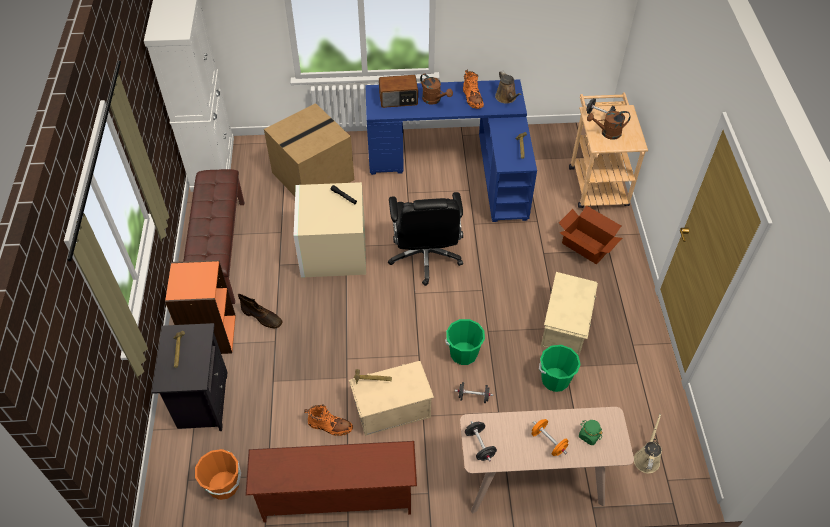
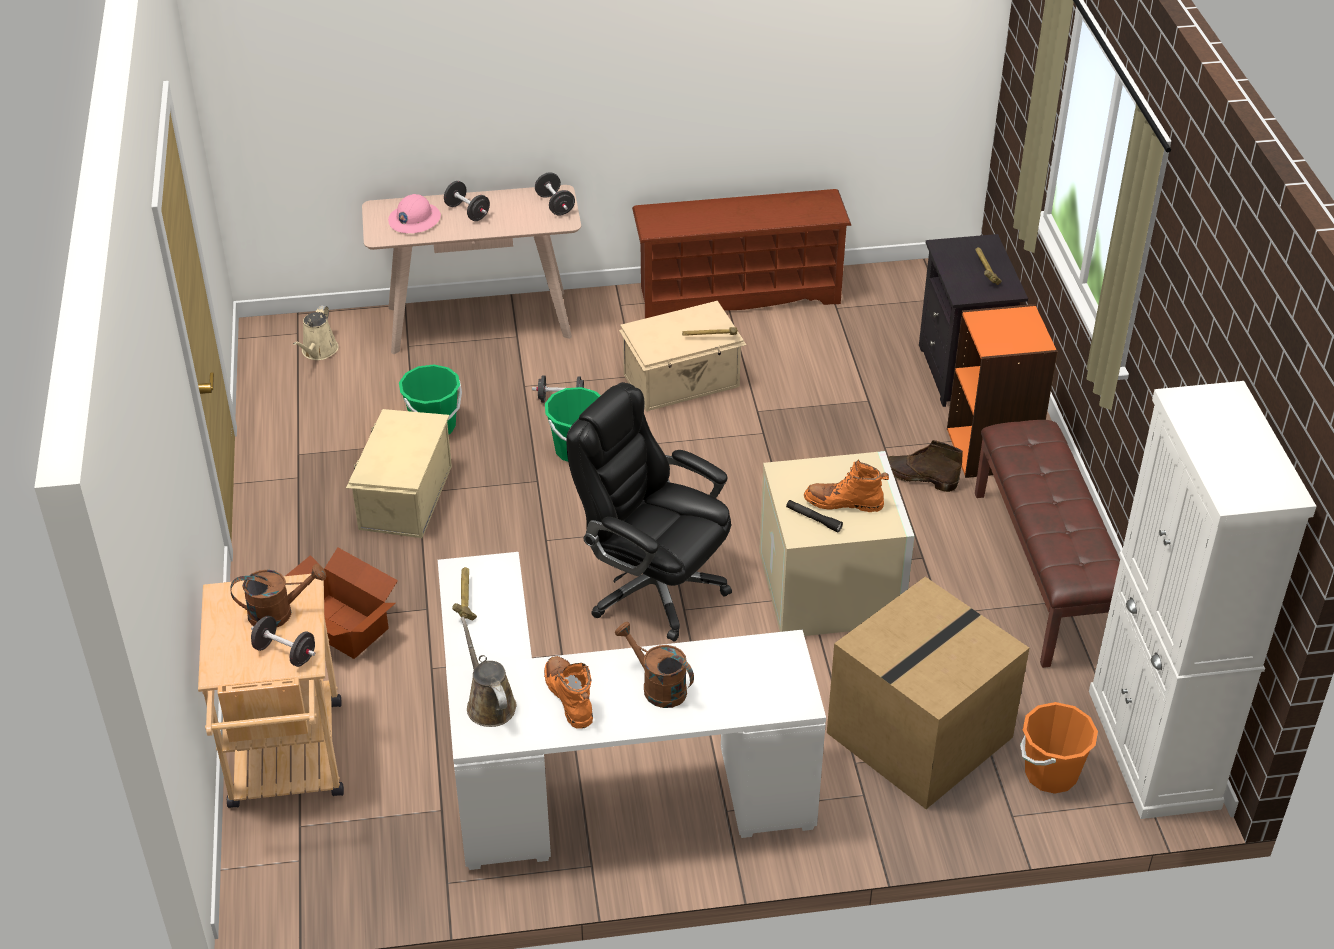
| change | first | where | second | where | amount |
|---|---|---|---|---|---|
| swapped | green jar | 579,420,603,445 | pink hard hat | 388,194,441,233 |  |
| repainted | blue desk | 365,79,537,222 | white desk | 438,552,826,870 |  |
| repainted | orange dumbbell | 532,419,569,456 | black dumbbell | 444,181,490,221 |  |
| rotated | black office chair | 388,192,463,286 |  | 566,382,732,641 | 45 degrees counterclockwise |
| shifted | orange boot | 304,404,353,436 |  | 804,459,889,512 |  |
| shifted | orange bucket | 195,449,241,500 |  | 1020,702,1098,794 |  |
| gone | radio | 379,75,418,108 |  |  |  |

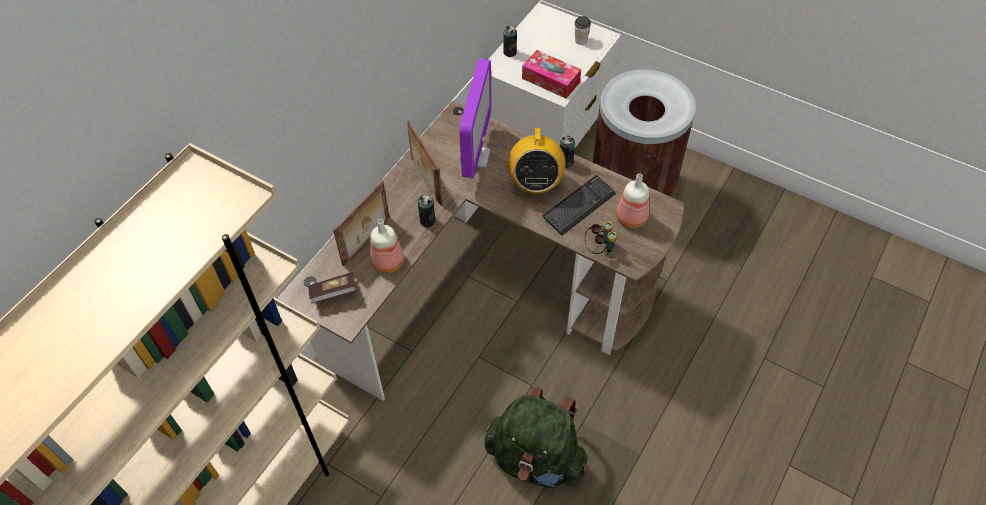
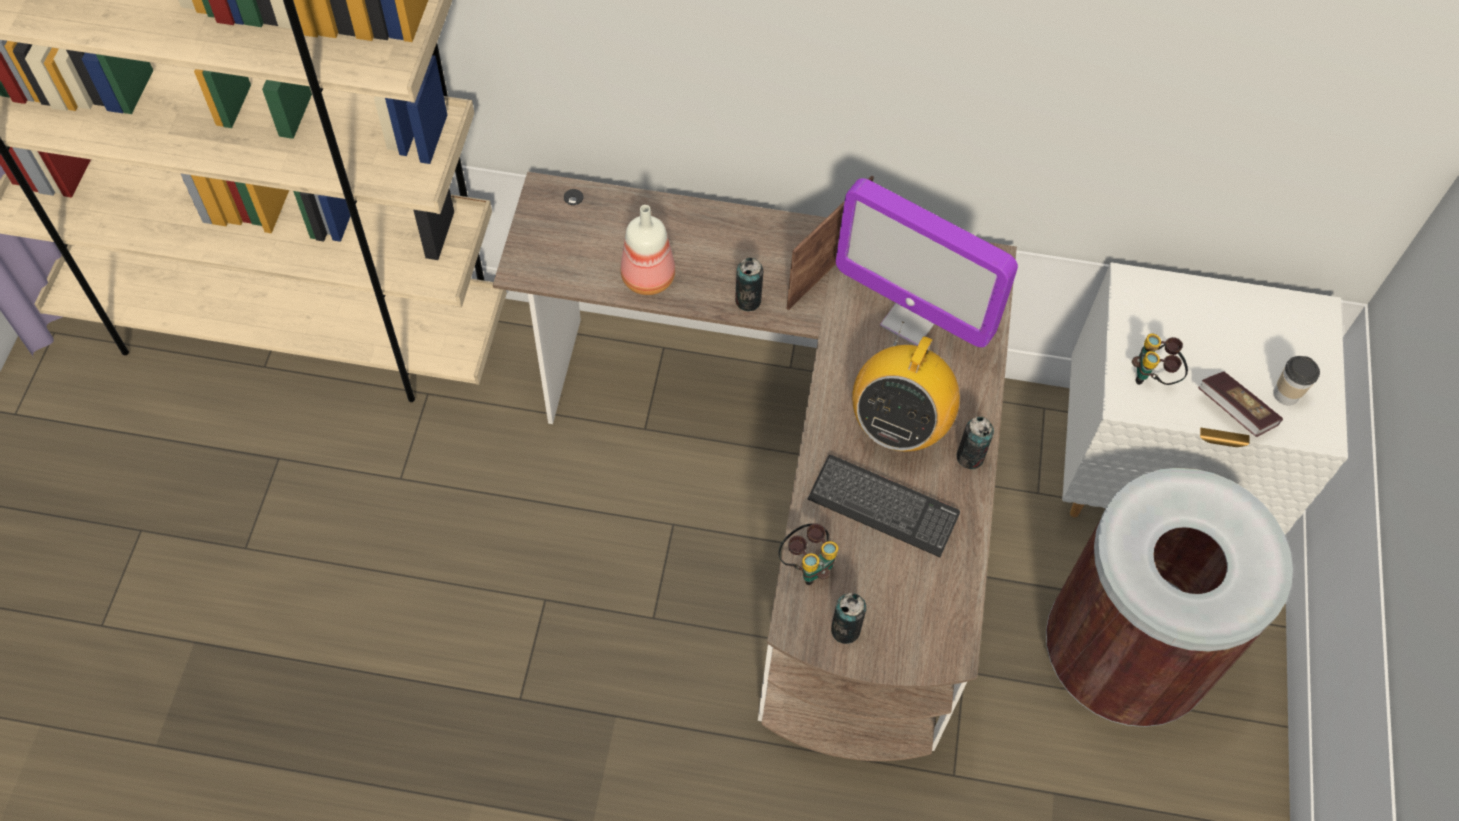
| change | first | where | second | where | amount |
|---|---|---|---|---|---|
| shifted | can | 503,25,517,57 |  | 831,593,866,644 |  |
| rotated | monitor | 459,59,492,178 |  | 836,178,1018,347 | 45 degrees clockwise |
| rotated | radio | 508,126,566,195 |  | 852,322,960,451 | 45 degrees counterclockwise |
| swapped | tissue box | 522,50,581,98 | binoculars | 1132,333,1188,385 |  |
| shifted | book | 308,272,357,303 |  | 1198,372,1283,437 |  |
| gone | picture frame | 333,181,390,267 |  |  |  |
| gone | green backpack | 485,387,589,488 |  |  |  |
| gone | bottle | 616,173,649,228 |  |  |  |

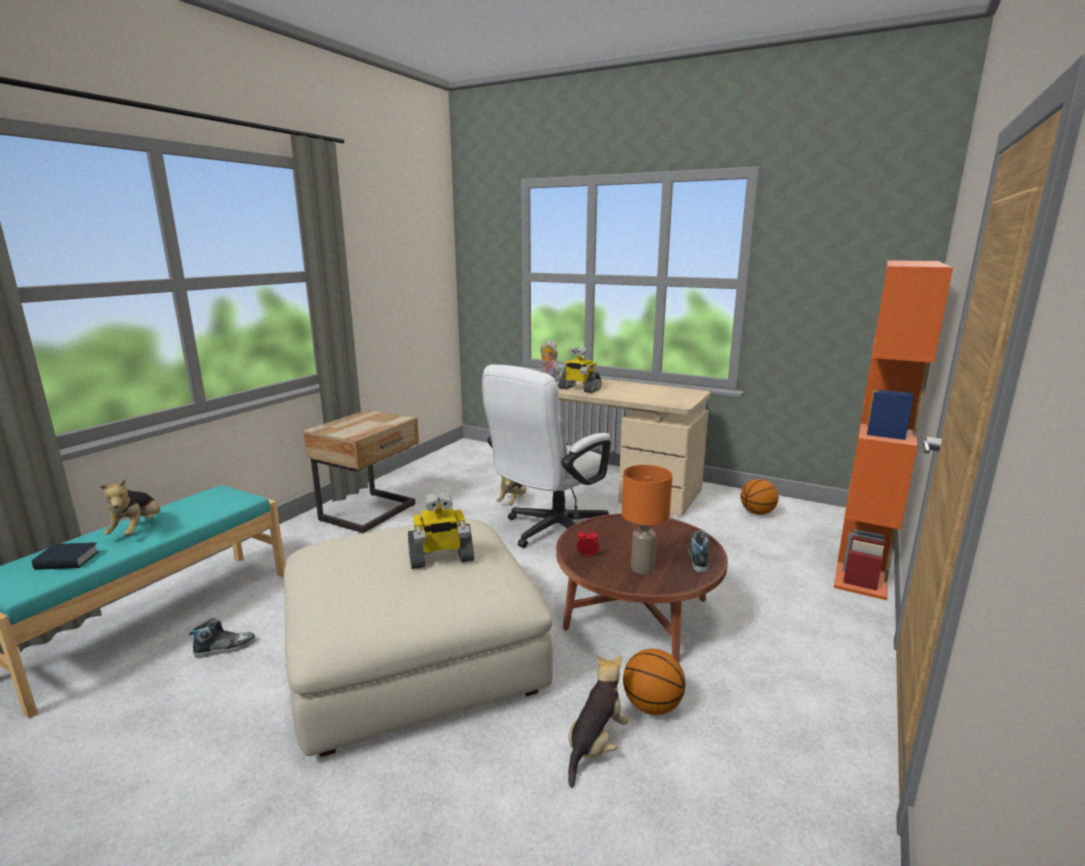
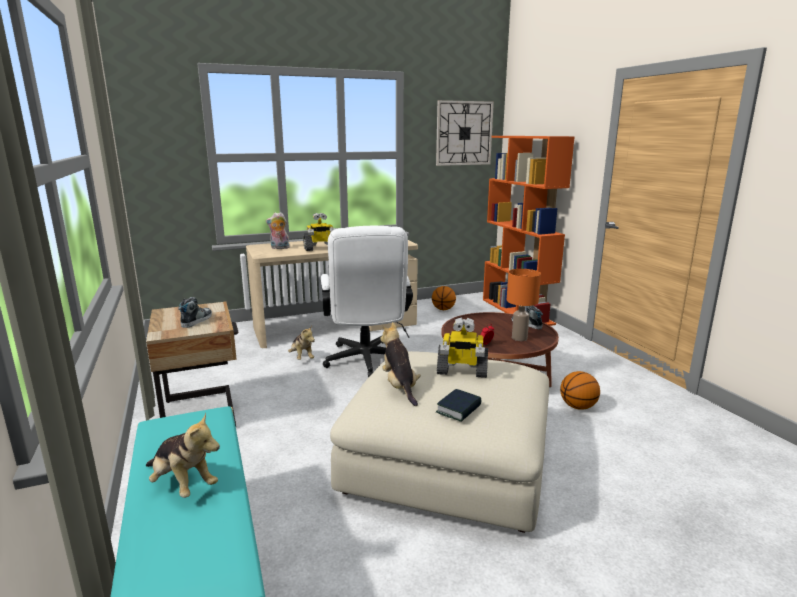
| change | first | where | second | where | amount |
|---|---|---|---|---|---|
| shifted | shoe | 189,618,255,658 |  | 178,297,212,328 |  |
| shifted | plush toy | 568,655,628,788 |  | 380,322,421,406 |  |
| new |  |  | wall clock | 436,100,494,166 |  |
| shifted | book | 32,543,99,570 |  | 436,389,481,422 |  |
| rotated | toy robot | 408,492,474,569 |  | 437,317,488,378 | 75 degrees clockwise |

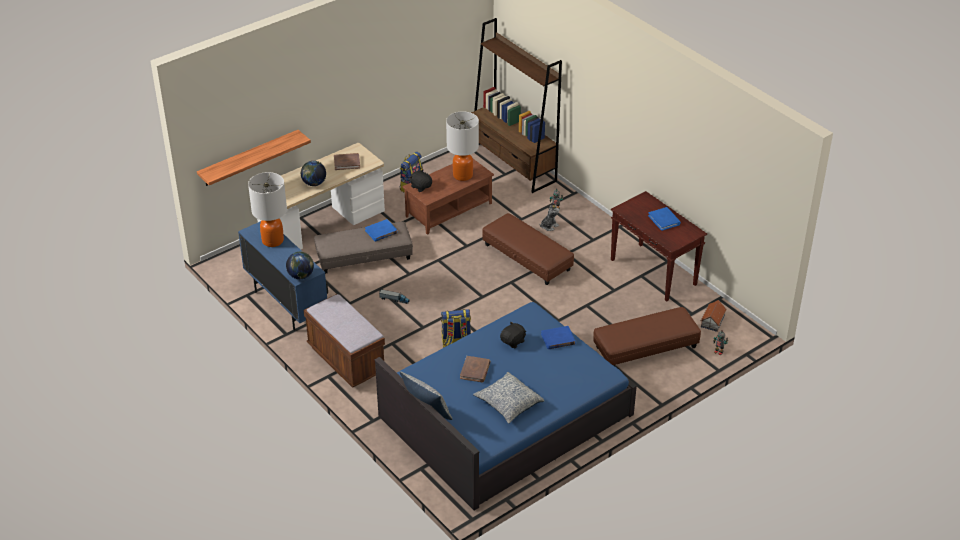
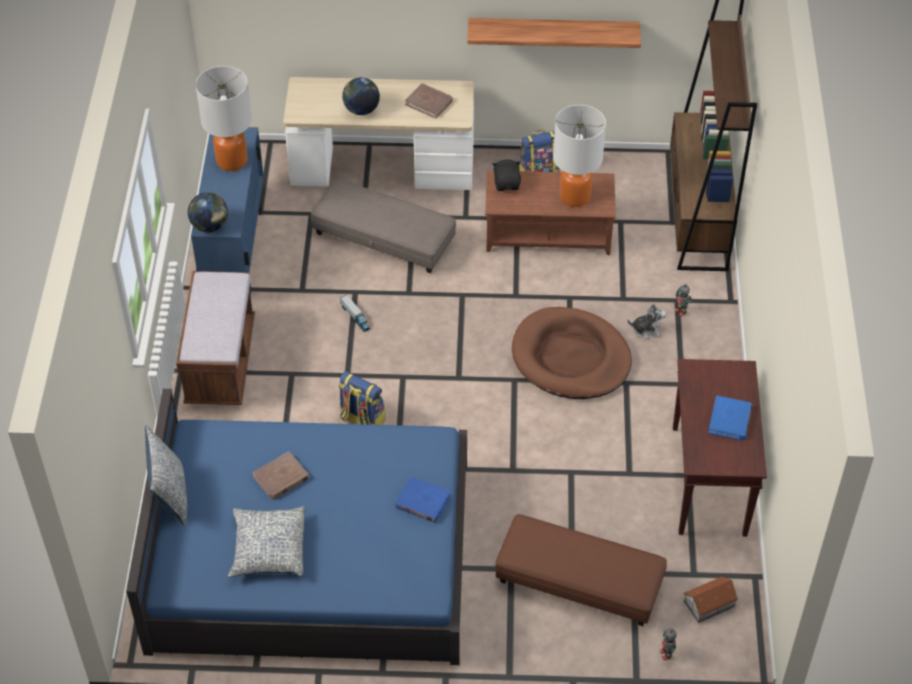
| change | first | where | second | where | amount |
|---|---|---|---|---|---|
| shifted | shelf | 197,130,311,186 |  | 467,18,641,48 |  |
| swapped | brown ottoman | 482,213,574,285 | brown dog bed | 512,307,632,399 |  |
| gone | blue book | 365,219,398,241 |  |  |  |
| gone | black plush toy | 500,321,526,348 |  |  |  |

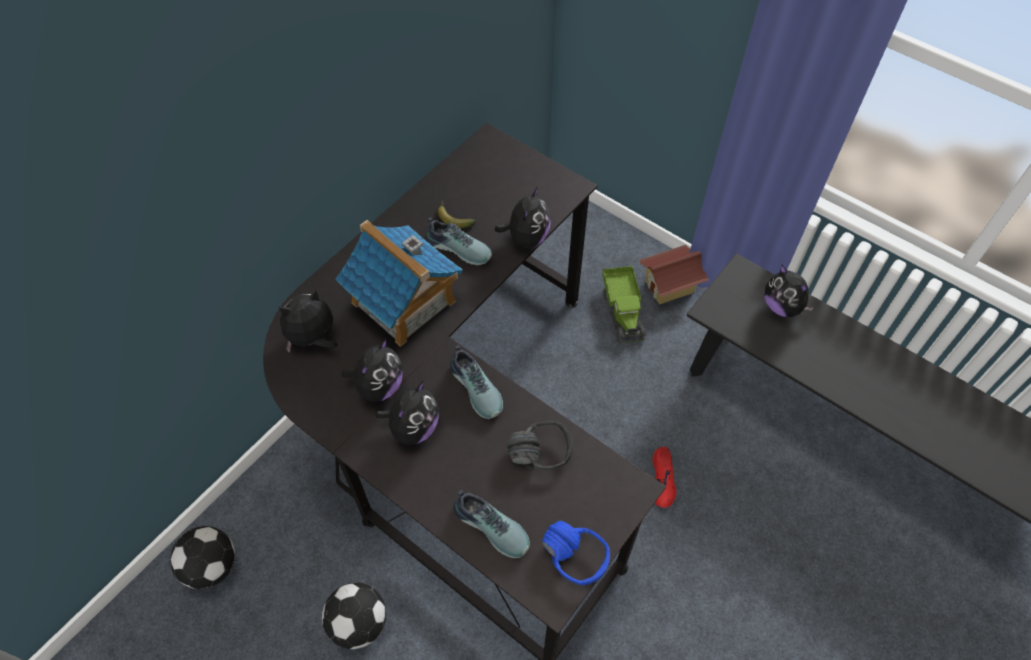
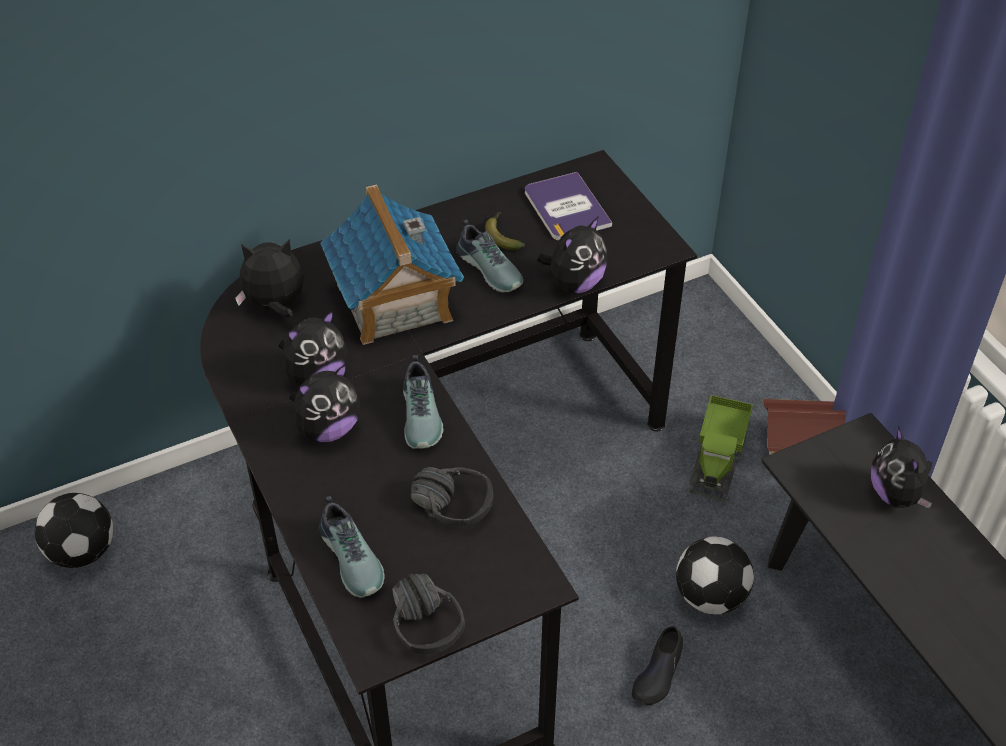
| change | first | where | second | where | amount |
|---|---|---|---|---|---|
| repainted | blue headphones | 542,520,610,585 | black headphones | 392,574,465,654 |  |
| new |  |  | book | 525,172,612,240 |  |
| repainted | red shoe | 652,446,677,508 | black shoe | 632,626,683,705 |  |
| shifted | football | 322,582,386,649 |  | 676,536,754,615 |  |

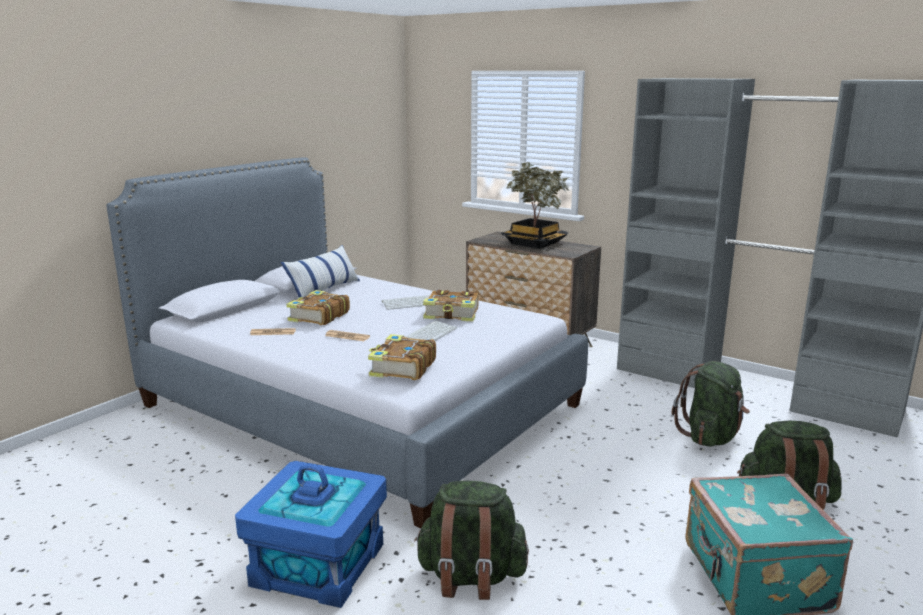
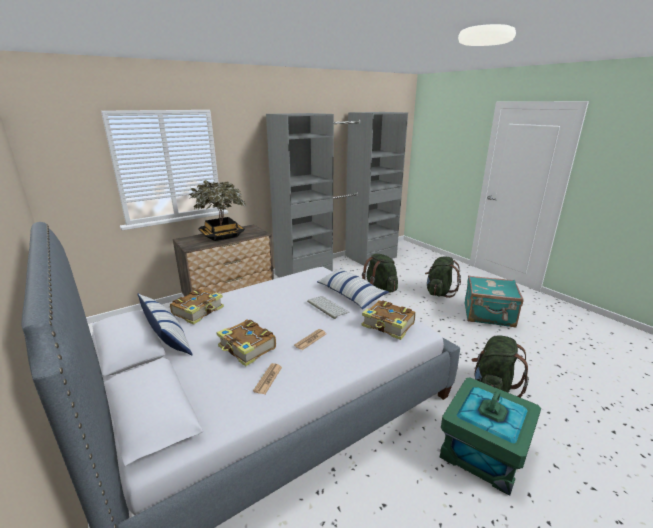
| change | first | where | second | where | amount |
|---|---|---|---|---|---|
| shifted | book | 423,290,478,321 |  | 170,288,224,325 |  |
| new |  |  | pillow | 317,268,389,309 |  |
| repainted | blue storage box | 235,461,387,608 | green storage box | 440,378,541,496 |  |
| gone | keyboard | 382,295,430,310 |  |  |  |

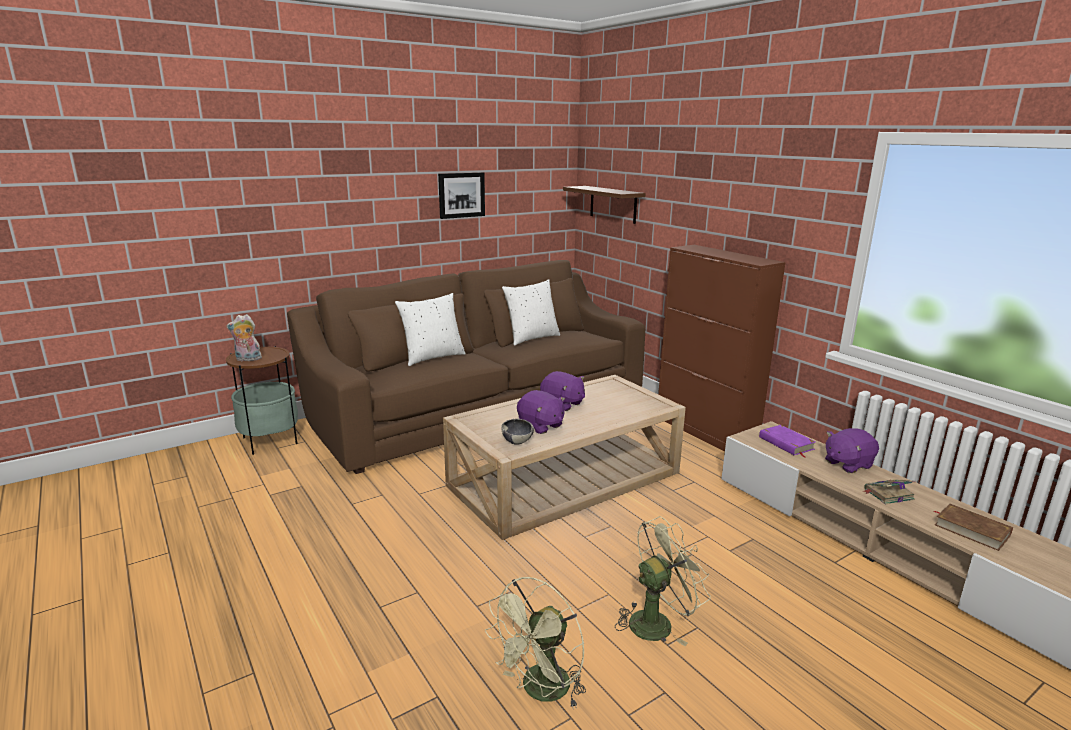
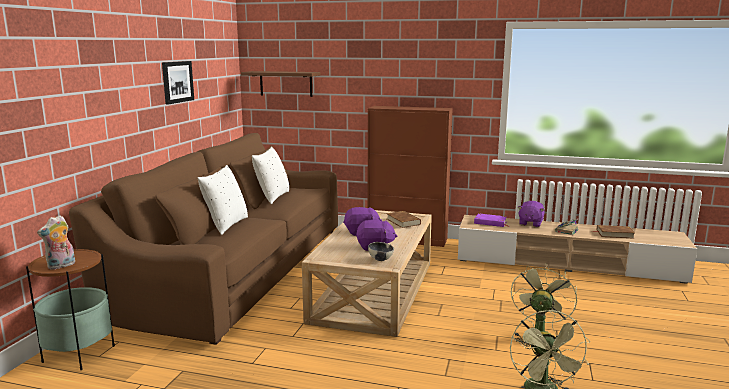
| change | first | where | second | where | amount |
|---|---|---|---|---|---|
| new |  |  | brown book | 386,211,421,228 |  |

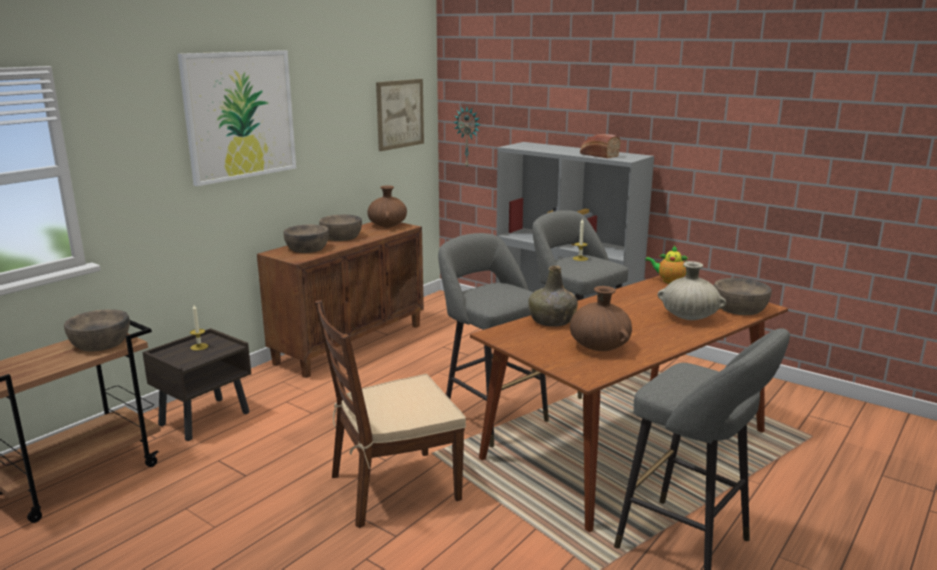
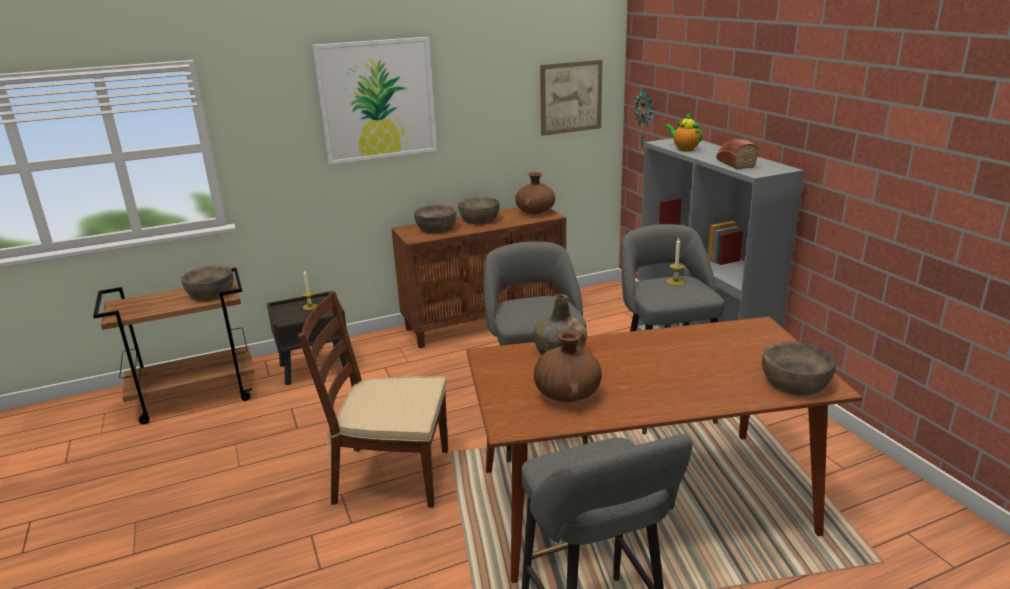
| change | first | where | second | where | amount |
|---|---|---|---|---|---|
| shifted | teapot | 645,246,688,284 |  | 665,113,703,151 |  |
| gone | beige vase | 658,261,726,320 |  |  |  |

